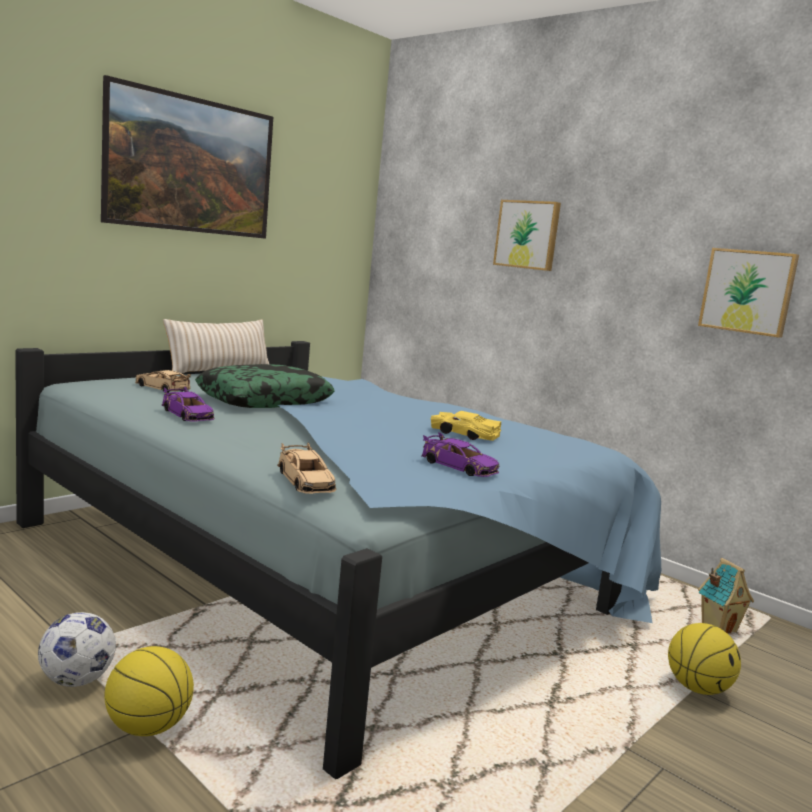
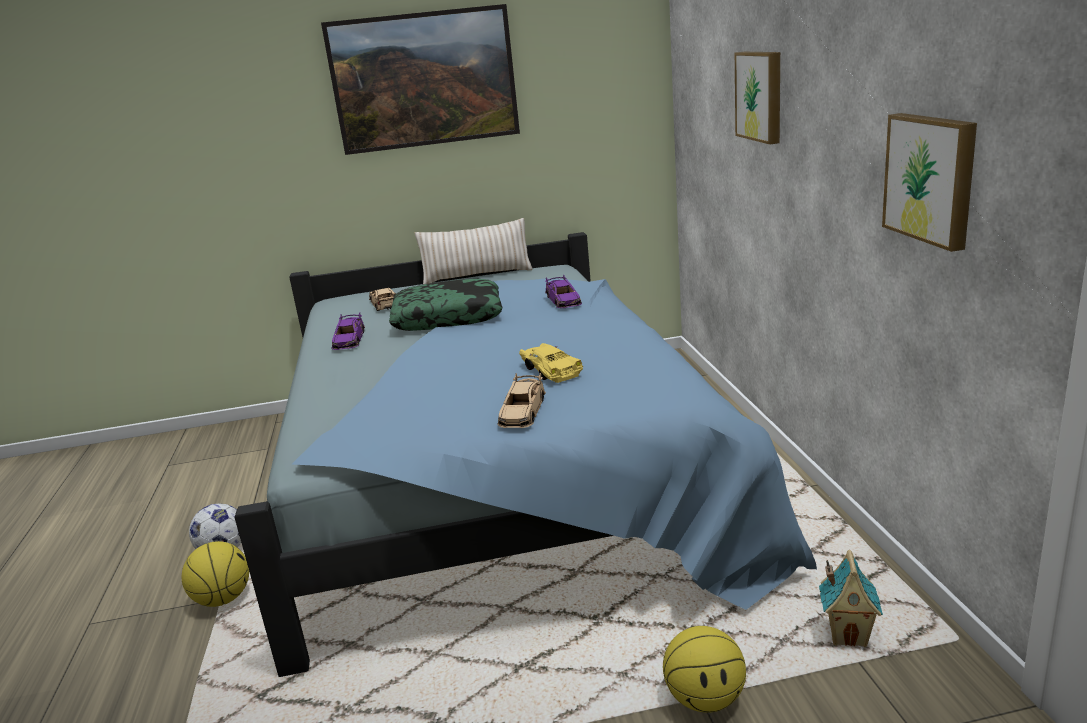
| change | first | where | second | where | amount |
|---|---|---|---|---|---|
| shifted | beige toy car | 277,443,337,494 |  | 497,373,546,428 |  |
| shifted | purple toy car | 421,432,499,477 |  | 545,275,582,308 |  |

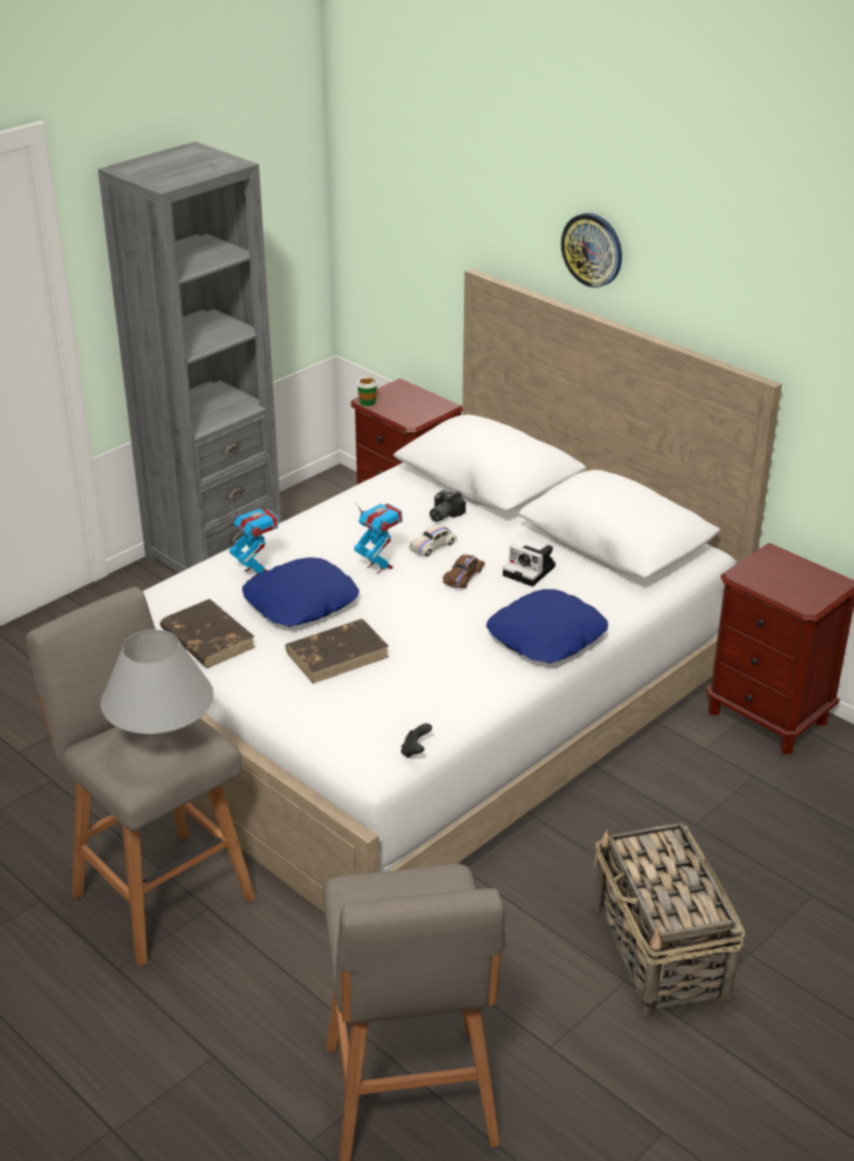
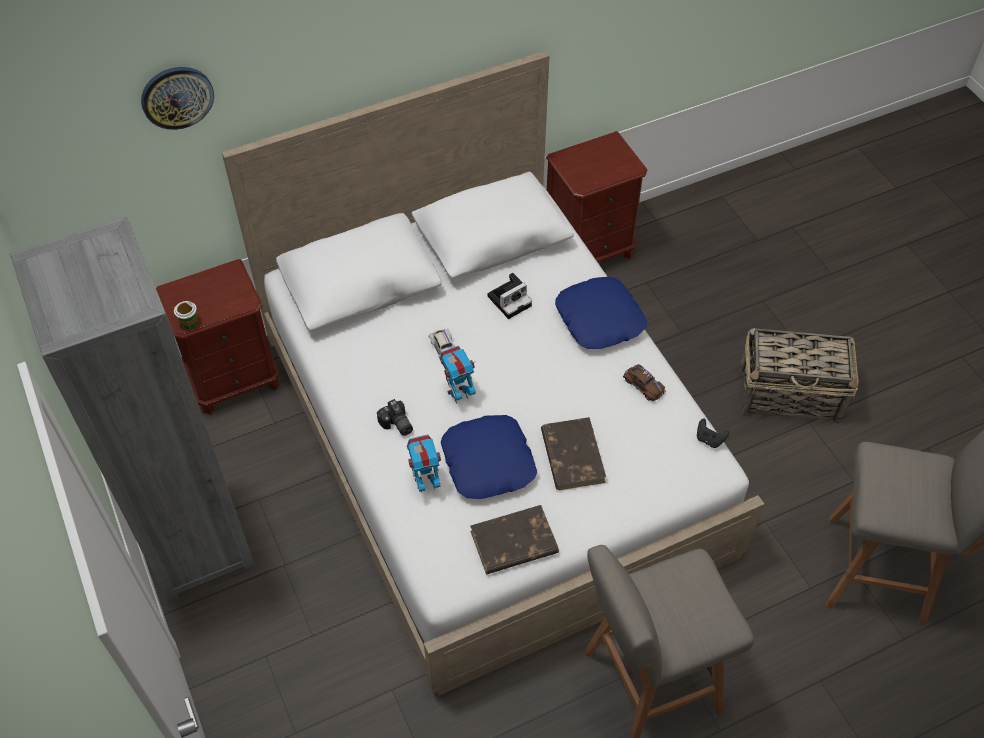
| change | first | where | second | where | amount |
|---|---|---|---|---|---|
| shifted | wall clock | 561,213,622,288 |  | 141,67,214,130 |  |
| shifted | photo camera | 430,490,466,522 |  | 377,399,413,436 |  |
| shifted | brown toy car | 443,555,485,589 |  | 623,364,666,402 |  |
| gone | grey table lamp | 101,630,214,746 |  |  |  |

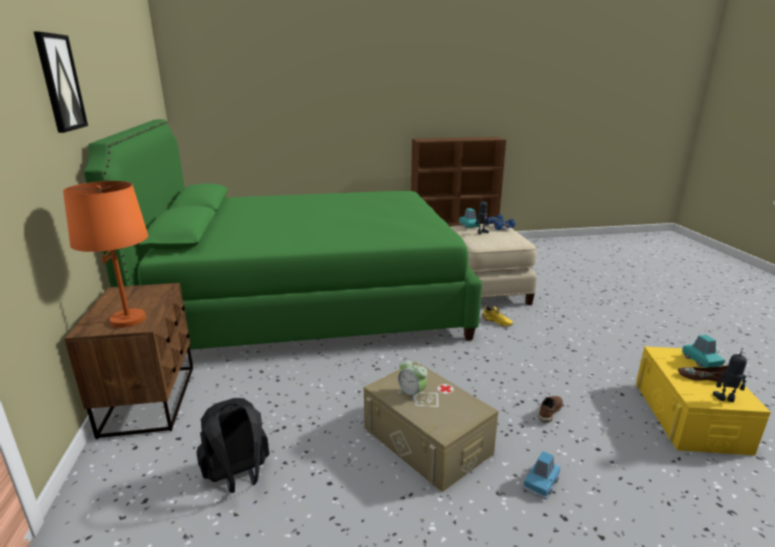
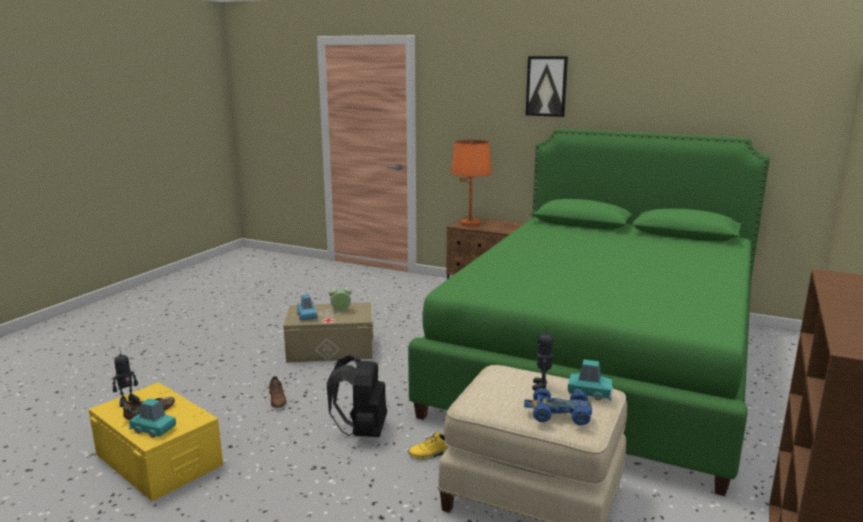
| change | first | where | second | where | amount |
|---|---|---|---|---|---|
| shifted | blue toy car | 522,451,560,499 |  | 297,294,317,320 |  |
| shifted | black backpack | 196,398,269,493 |  | 327,355,387,437 |  |

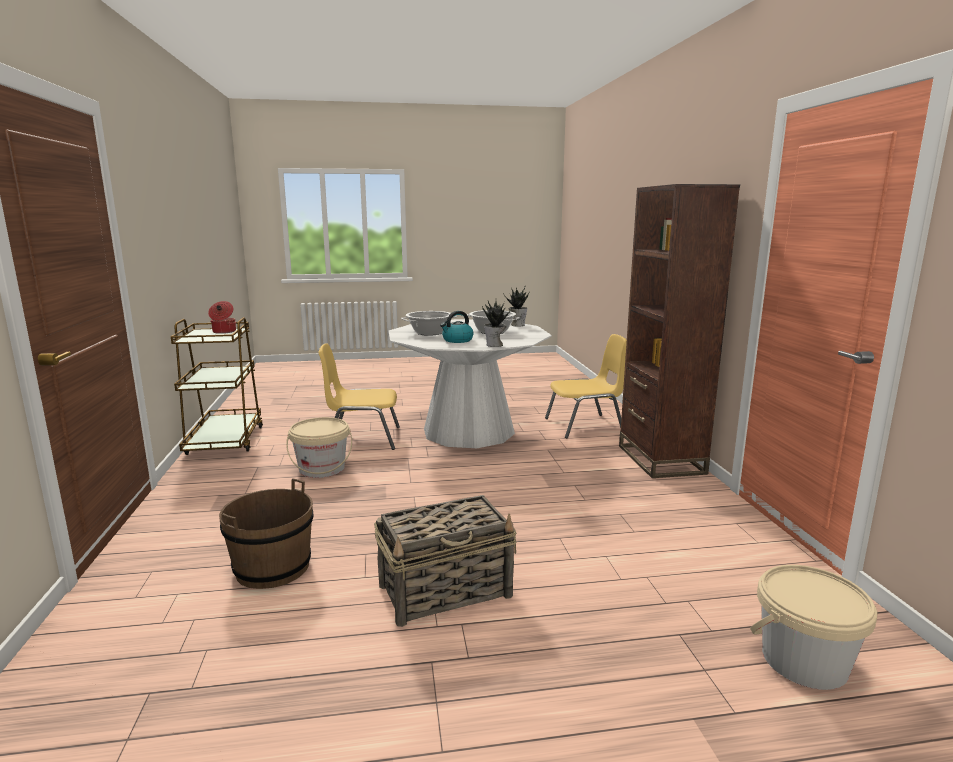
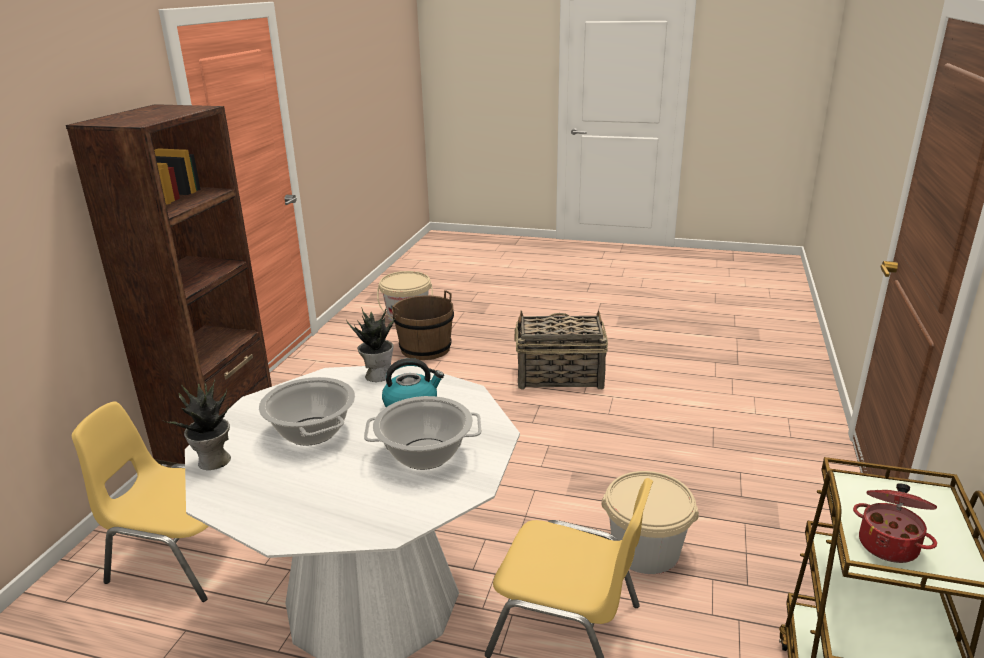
| change | first | where | second | where | amount |
|---|---|---|---|---|---|
| shifted | brown bucket | 219,478,313,589 |  | 392,290,454,360 |  |

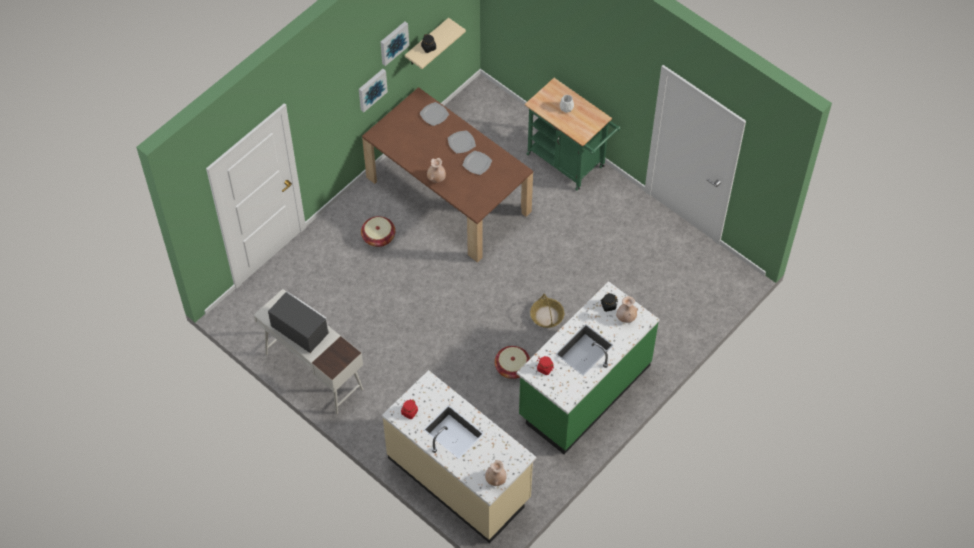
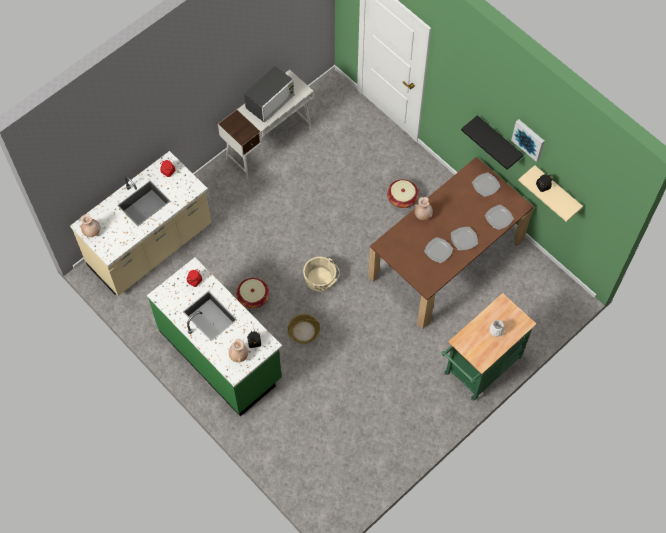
| change | first | where | second | where | amount |
|---|---|---|---|---|---|
| new |  |  | beige bucket | 303,256,340,292 |  |
| swapped | picture | 359,69,388,112 | black shelf | 461,115,524,170 |  |
| new |  |  | plate | 472,172,500,197 |  |

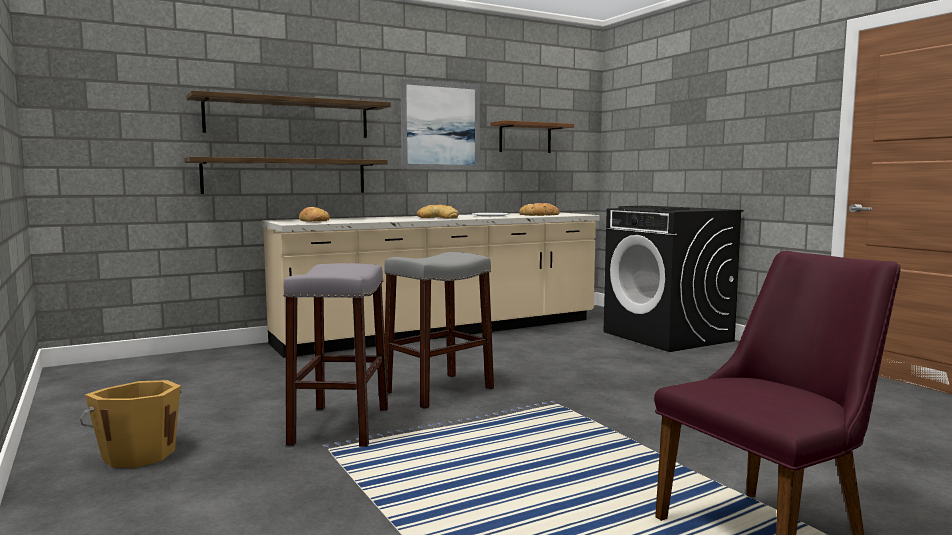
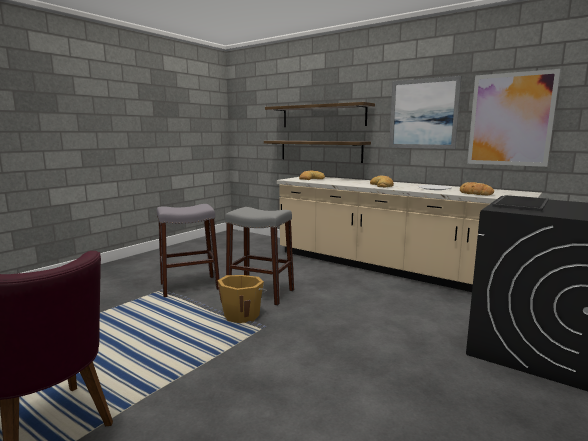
| change | first | where | second | where | amount |
|---|---|---|---|---|---|
| shifted | orange bucket | 80,380,182,468 |  | 218,275,267,323 |  |
| swapped | brown shelf | 490,120,574,153 | picture | 467,69,560,167 |  |

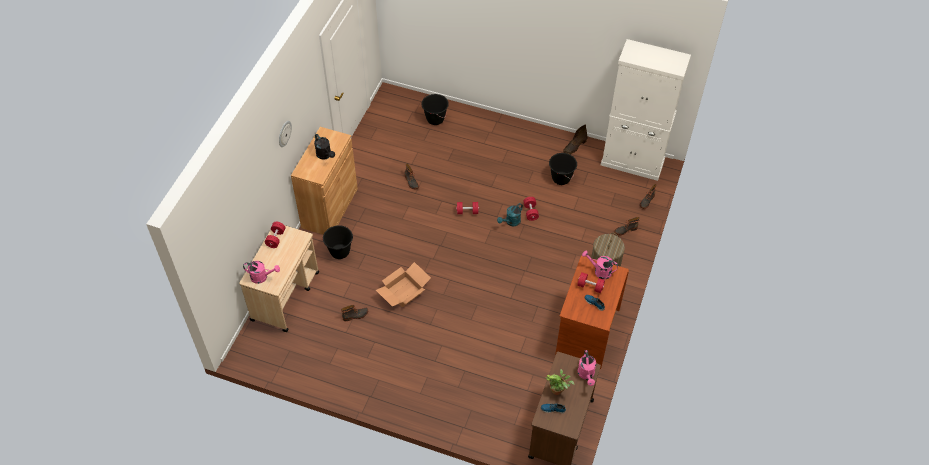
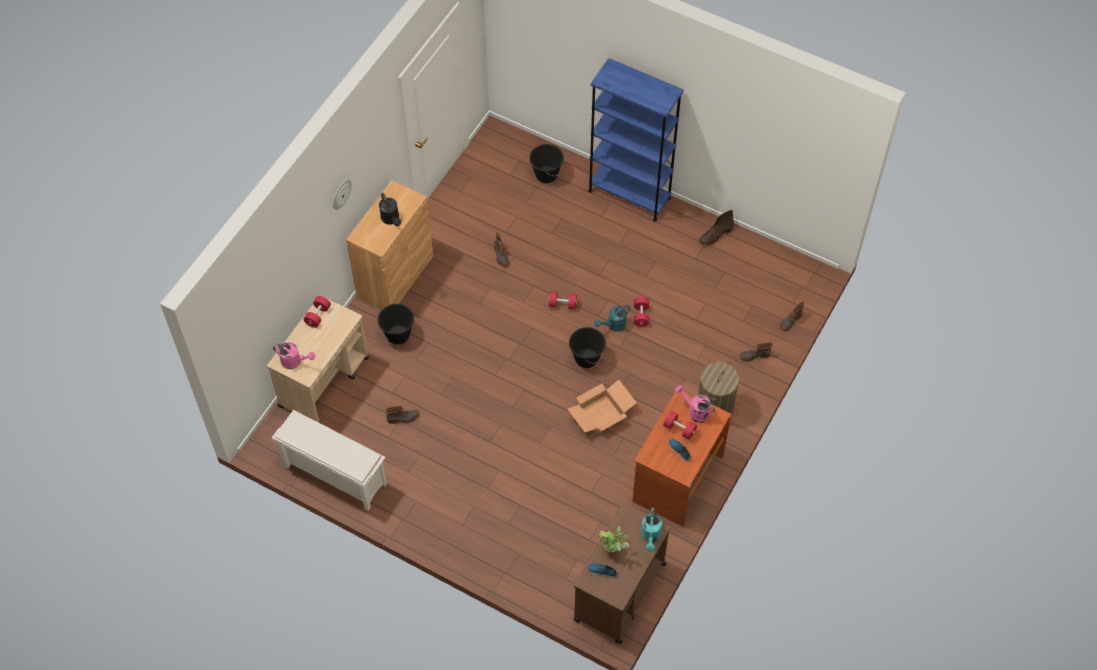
| change | first | where | second | where | amount |
|---|---|---|---|---|---|
| new |  |  | white shoe rack | 272,410,387,511 |  |
| shifted | cardboard box | 376,262,431,307 |  | 568,380,637,434 |  |
| shifted | black bucket | 549,153,577,185 |  | 569,327,606,368 |  |
| new |  |  | blue bookcase | 588,58,684,222 |  |
| repainted | pink watering can | 577,350,596,386 | turquoise watering can | 641,508,662,551 |  |
| gone | white cabinet | 601,39,691,181 |  |  |  |

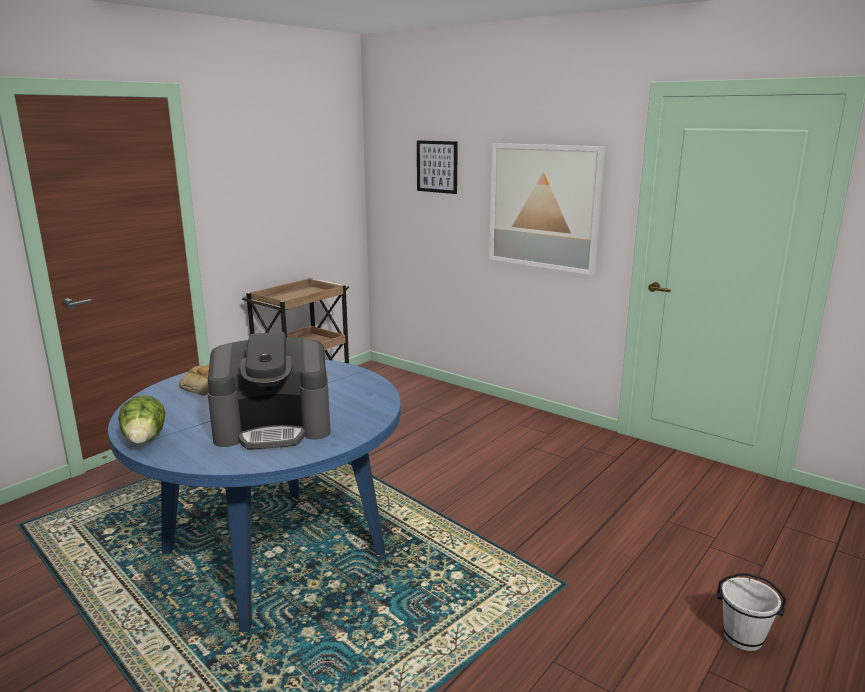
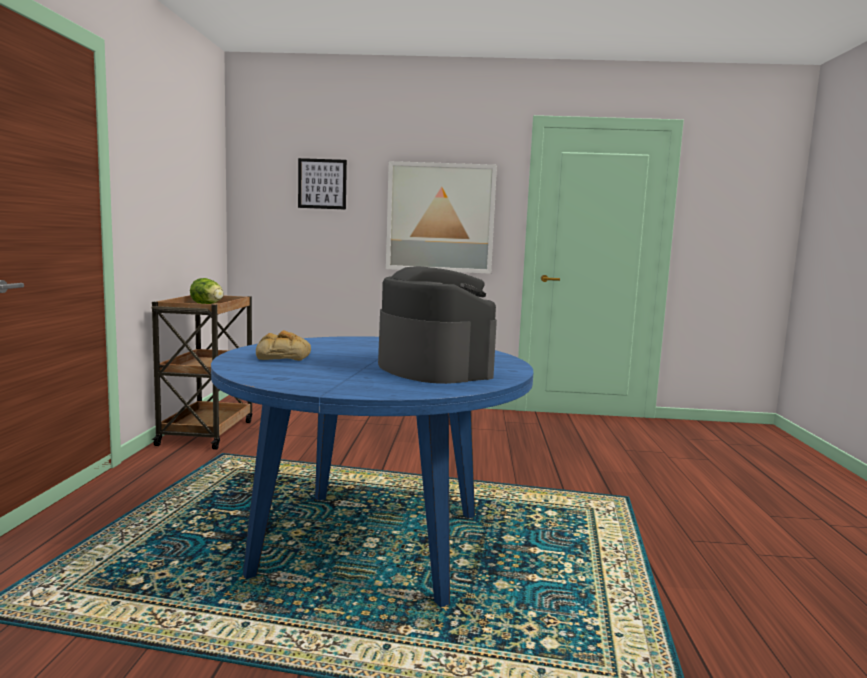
| change | first | where | second | where | amount |
|---|---|---|---|---|---|
| shifted | lettuce | 118,395,165,444 |  | 190,278,224,304 |  |
| rotated | coffee machine | 208,332,331,450 |  | 378,266,497,384 | 75 degrees counterclockwise |
| gone | white bucket | 717,573,786,651 |  |  |  |

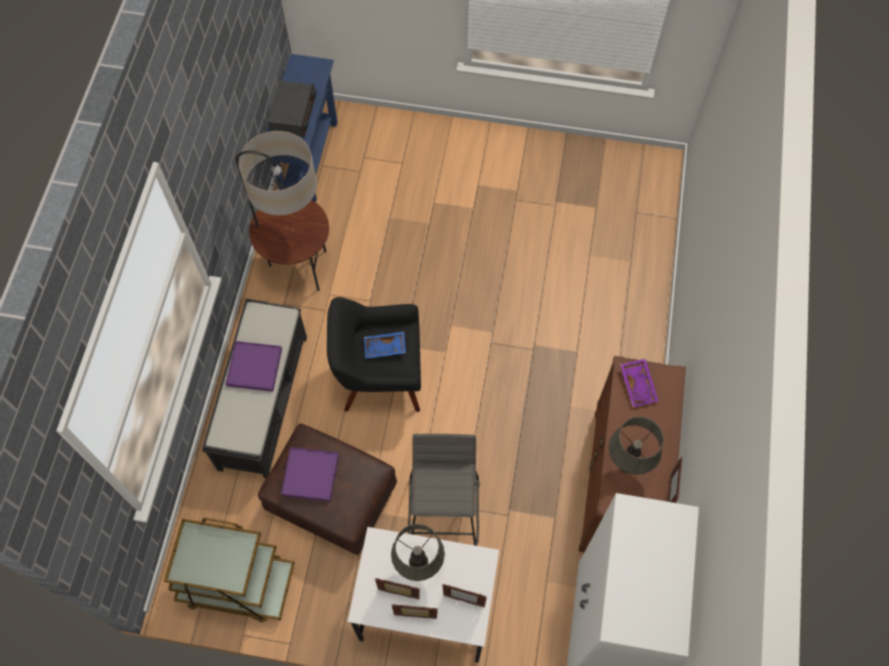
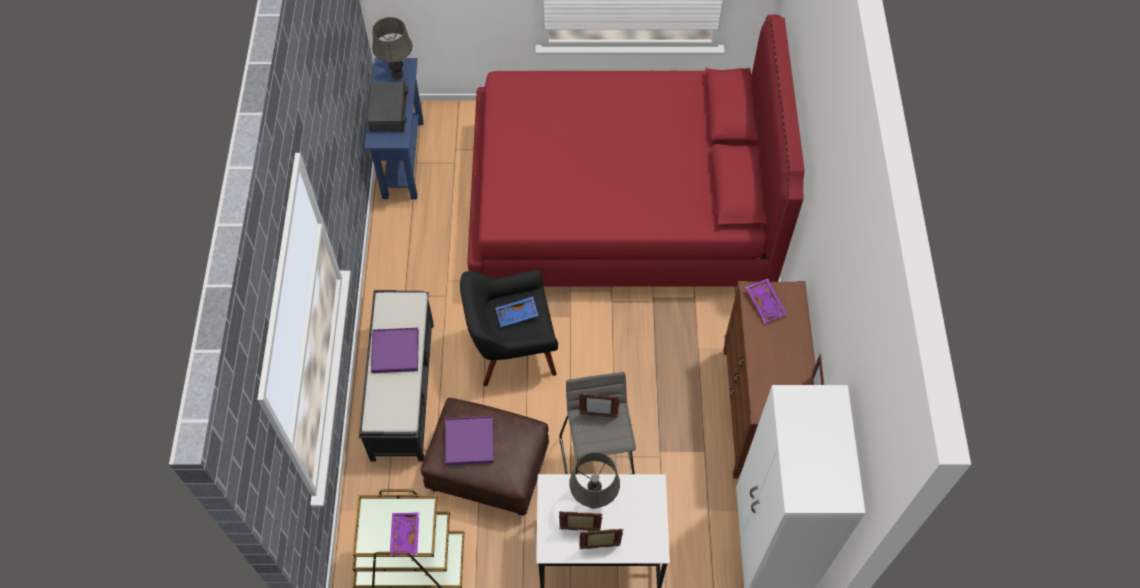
| change | first | where | second | where | amount |
|---|---|---|---|---|---|
| shifted | grey table lamp | 609,417,664,475 |  | 372,17,413,79 |  |
| new |  |  | purple tray | 390,512,419,556 |  |
| new |  |  | red bed | 467,15,805,287 |  |
| shifted | picture frame | 442,584,487,607 |  | 579,393,620,418 |  |
| gone | floor lamp | 236,131,329,291 |  |  |  |

